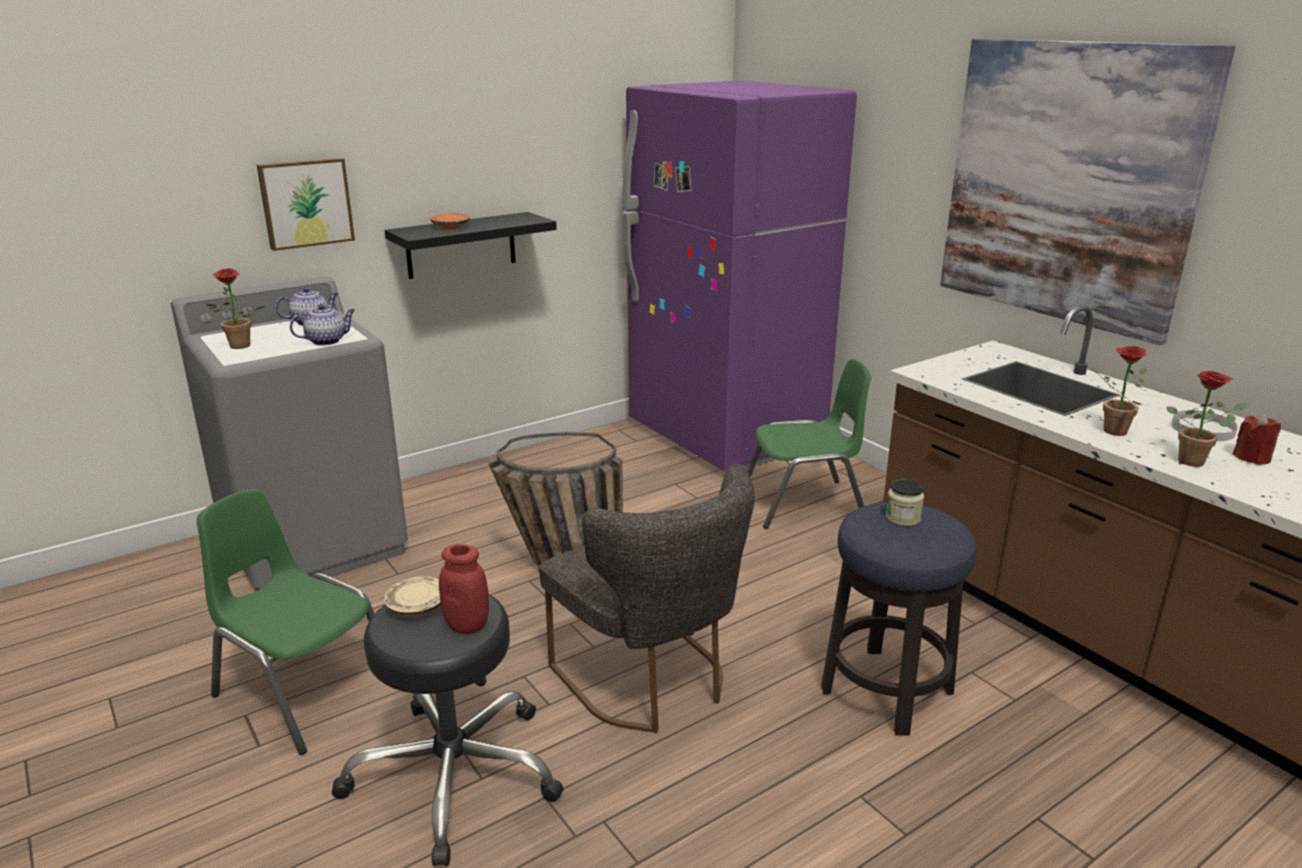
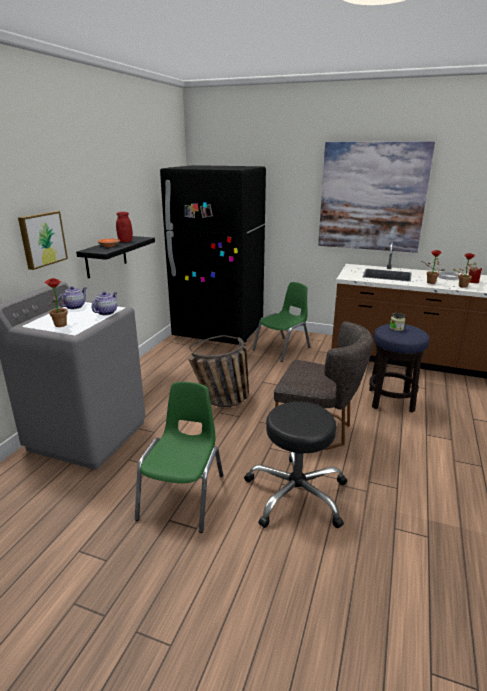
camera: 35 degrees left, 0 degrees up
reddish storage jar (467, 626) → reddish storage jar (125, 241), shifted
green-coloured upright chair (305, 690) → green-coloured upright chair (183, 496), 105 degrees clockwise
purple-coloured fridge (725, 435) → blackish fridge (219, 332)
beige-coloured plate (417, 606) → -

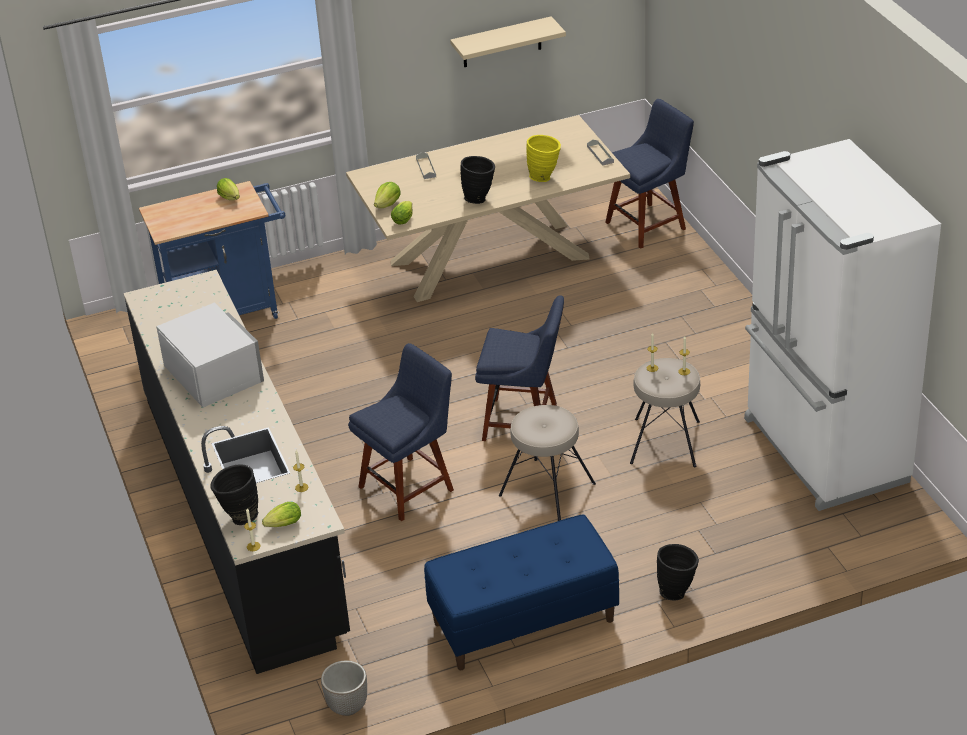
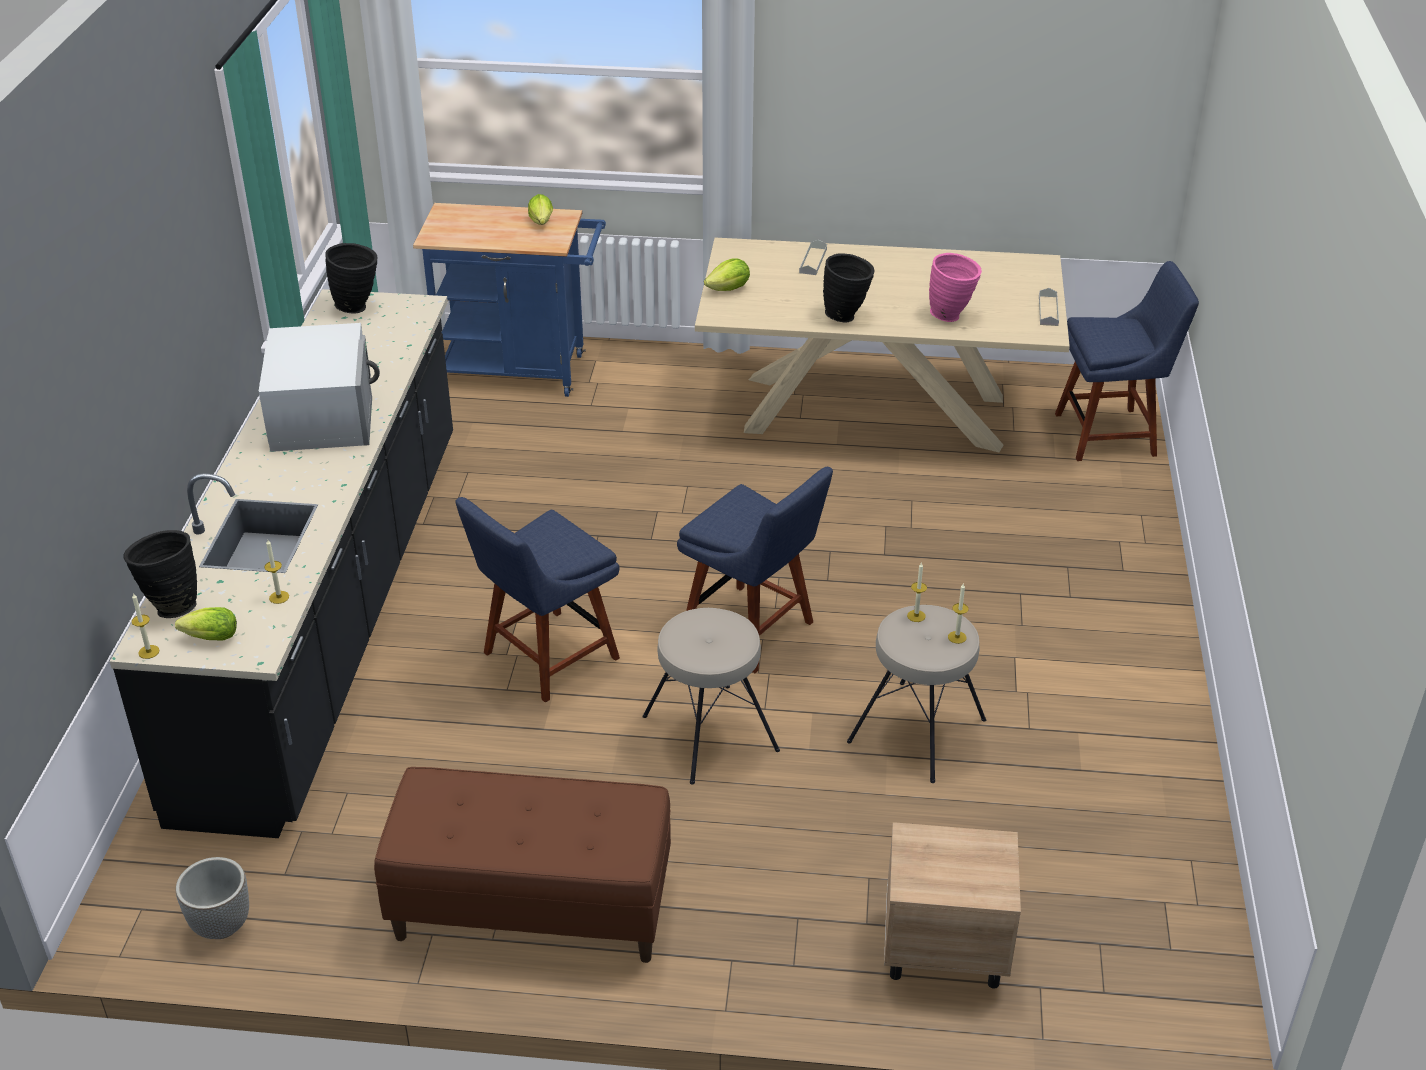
camera: 25 degrees right, 0 degrees up
blackish vase (677, 591) → blackish vase (358, 307), shifted
blue-coloured bench (523, 622) → brown bench (530, 908)
blue-coloured upright chair (410, 486) → blue-coloured upright chair (545, 658), 150 degrees clockwise
- → beige-coloured bedside table (942, 949)
yellowish vase (545, 177) → pink-coloured vase (952, 316)
lettuce head (404, 219) → -
beige-coloured shelf (501, 42) → -
white-coloured fridge (823, 452) → -

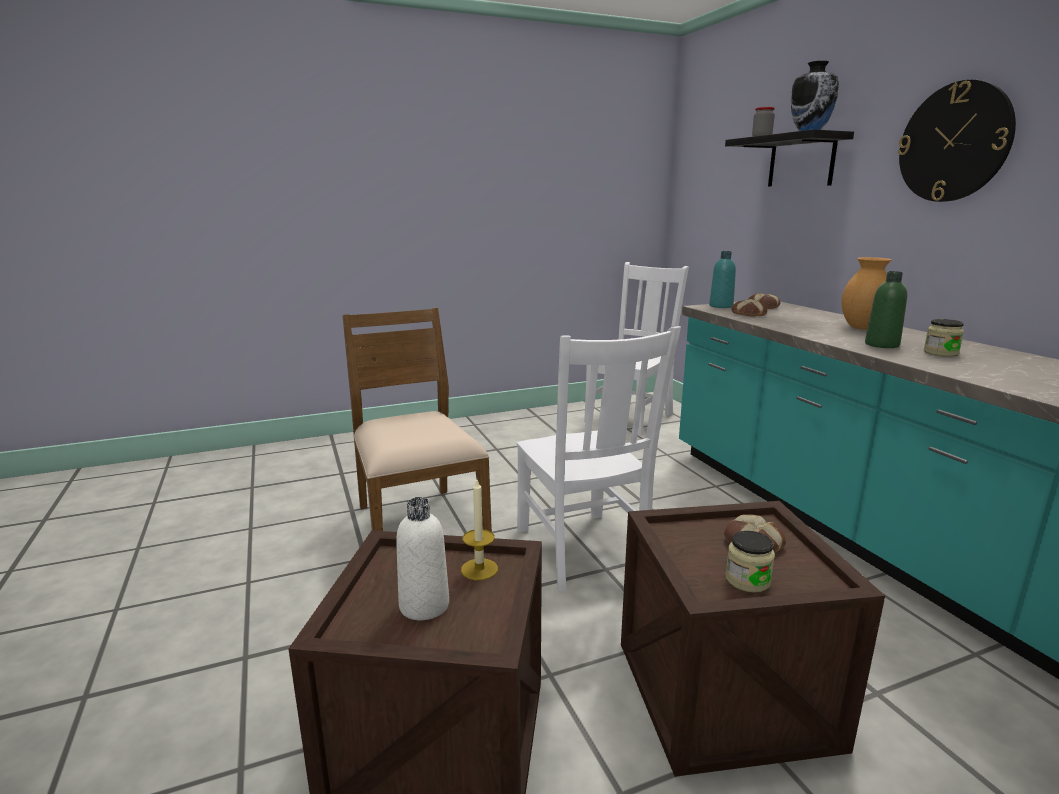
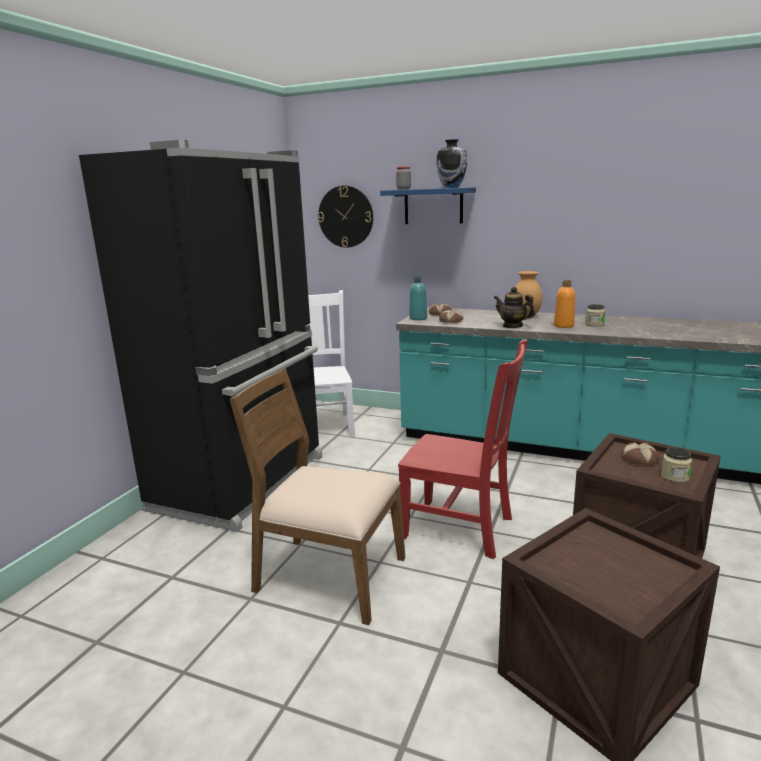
camera: 45 degrees left, 0 degrees up
- → blackish fridge (244, 482)
hanging clock (954, 142) → hanging clock (346, 216), shifted
blackish shelf (801, 161) → blue-coloured shelf (433, 206)
white-coloured upright chair (583, 551) → reddish upright chair (461, 528)
- → pot for tea (512, 326)
green-coloured drink bottle (881, 345) → orangey drink bottle (563, 326)
white-coloured drink bottle (424, 605) → -
wax light (479, 569) → -

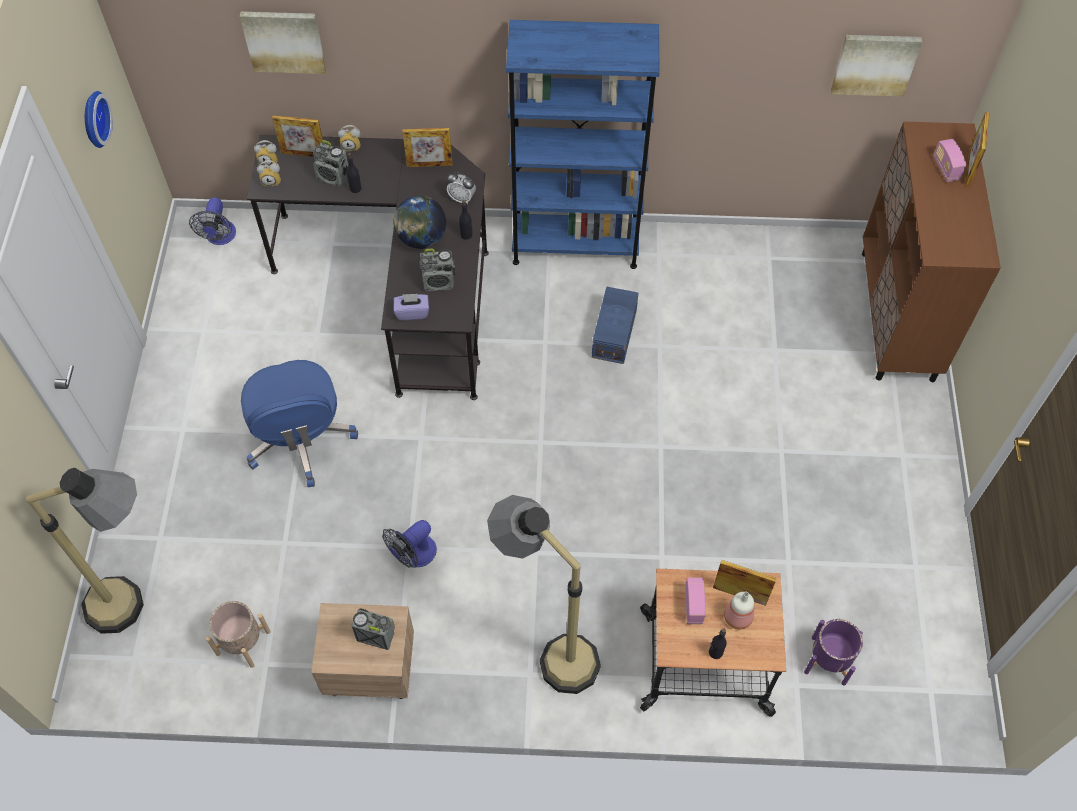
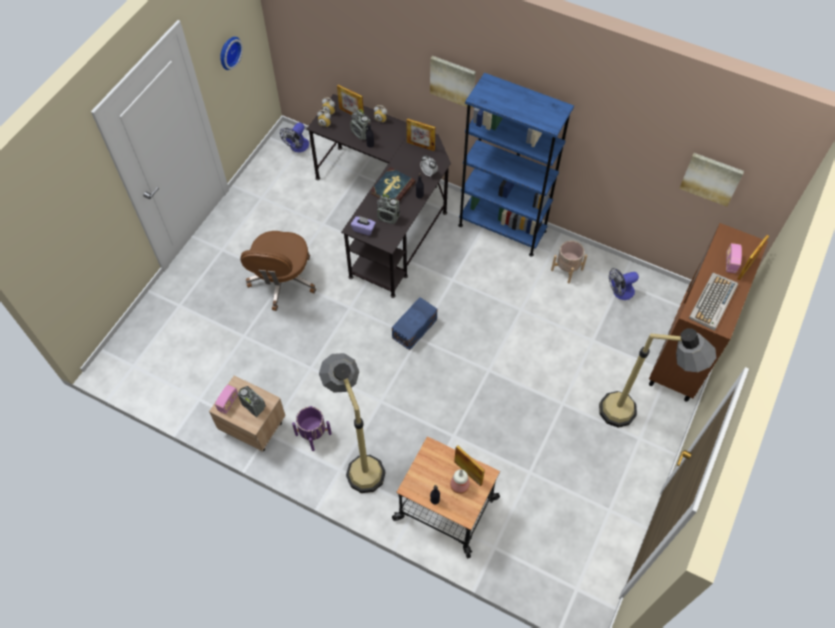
camera: 25 degrees right, 0 degrees up
radio (693, 606) → radio (228, 402), shifted
blue-coloured office chair (301, 439) → brown office chair (282, 281)
purple-coloured plant pot (828, 660) → purple-coloured plant pot (313, 434), shifted
globe (421, 238) → book (392, 188)
blue-coloured storage box (615, 333) → blue-coloured storage box (415, 329), shifted
picture (284, 41) → picture (453, 81), shifted
beige-coloured plant pot (243, 643) → beige-coloured plant pot (567, 270), shifted
floor lamp (141, 604) → floor lamp (634, 416), shifted
electric fan (413, 555) → electric fan (619, 292), shifted
- → computer keyboard (713, 302)

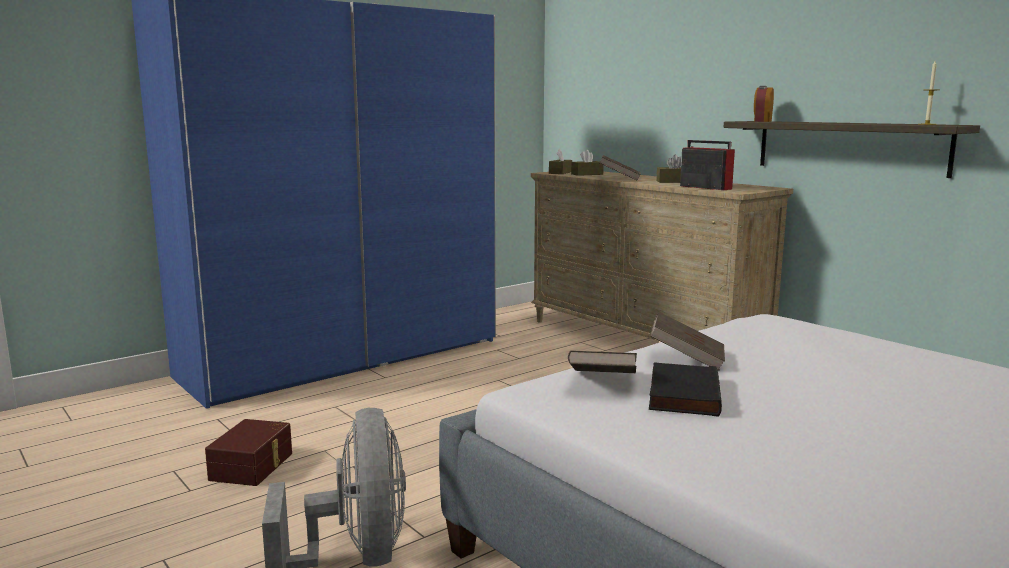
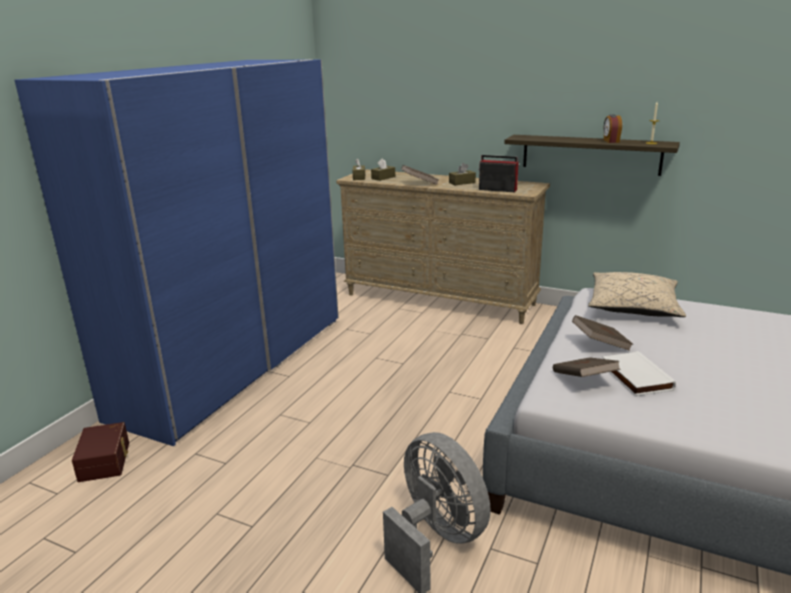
camera: 25 degrees left, 10 degrees up
brown storage box (253, 466) → brown storage box (106, 461), shifted
- → beige-coloured throw pillow (633, 307)
blackish book (681, 394) → white-coloured book (634, 377)
table clock (762, 121) → table clock (610, 141), shifted

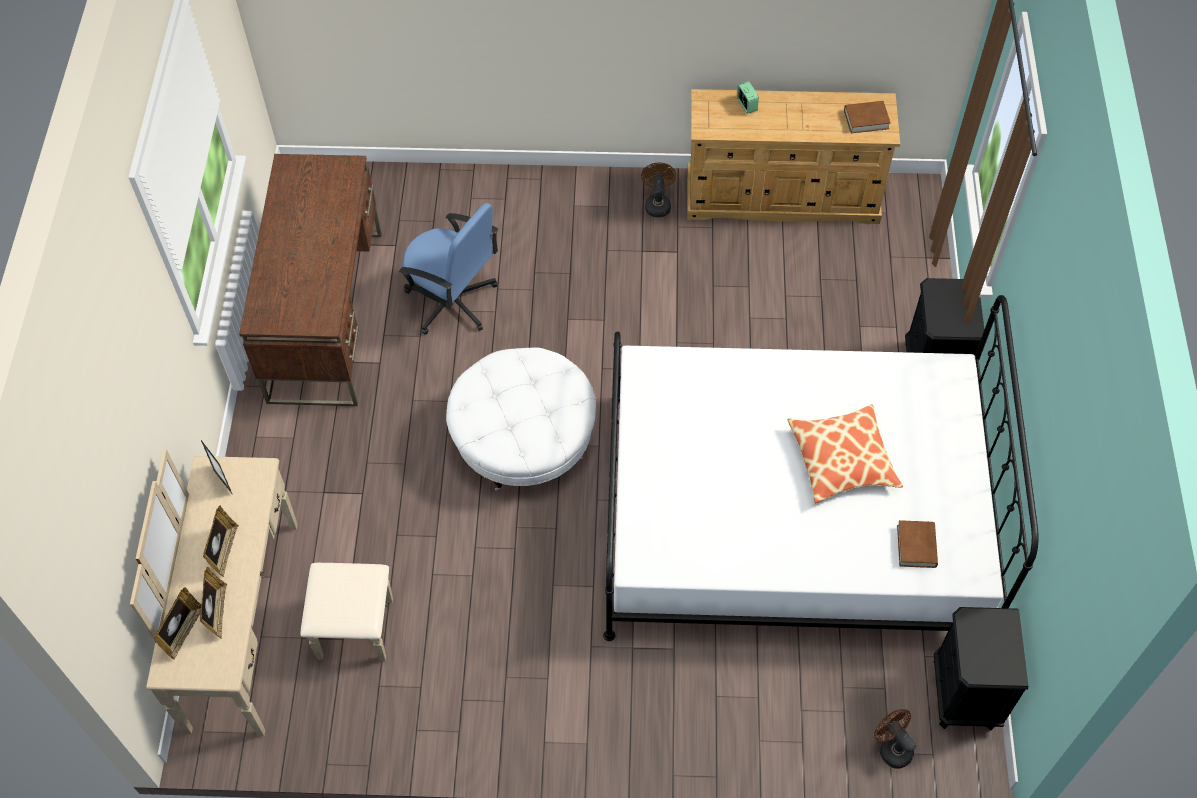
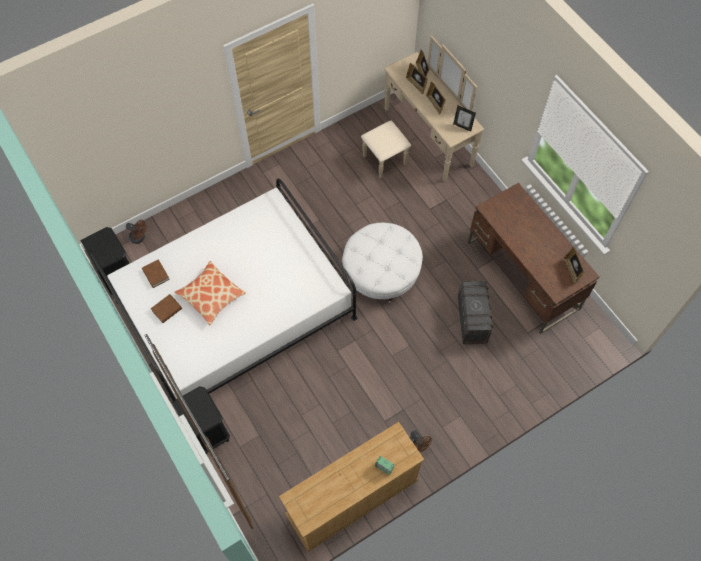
camera: 145 degrees right, 5 degrees up
brown book (866, 119) → brown book (167, 310), shifted
blue-coloured office chair (453, 302) → gray storage box (472, 319)
- → photo frame (571, 270)

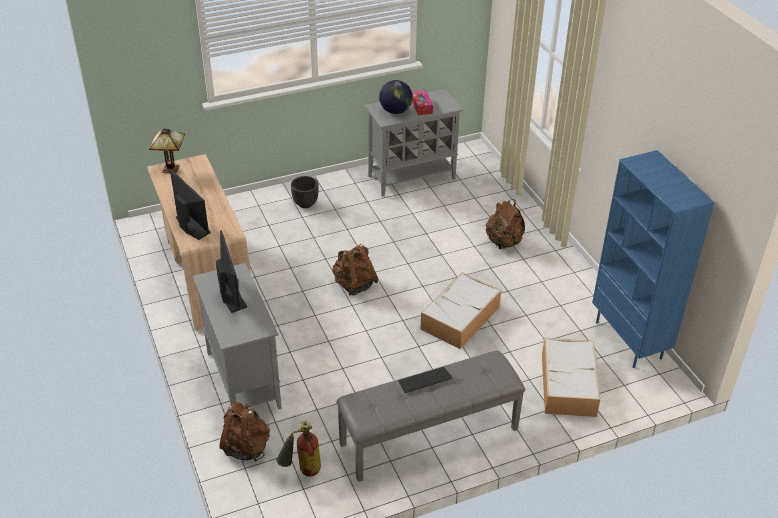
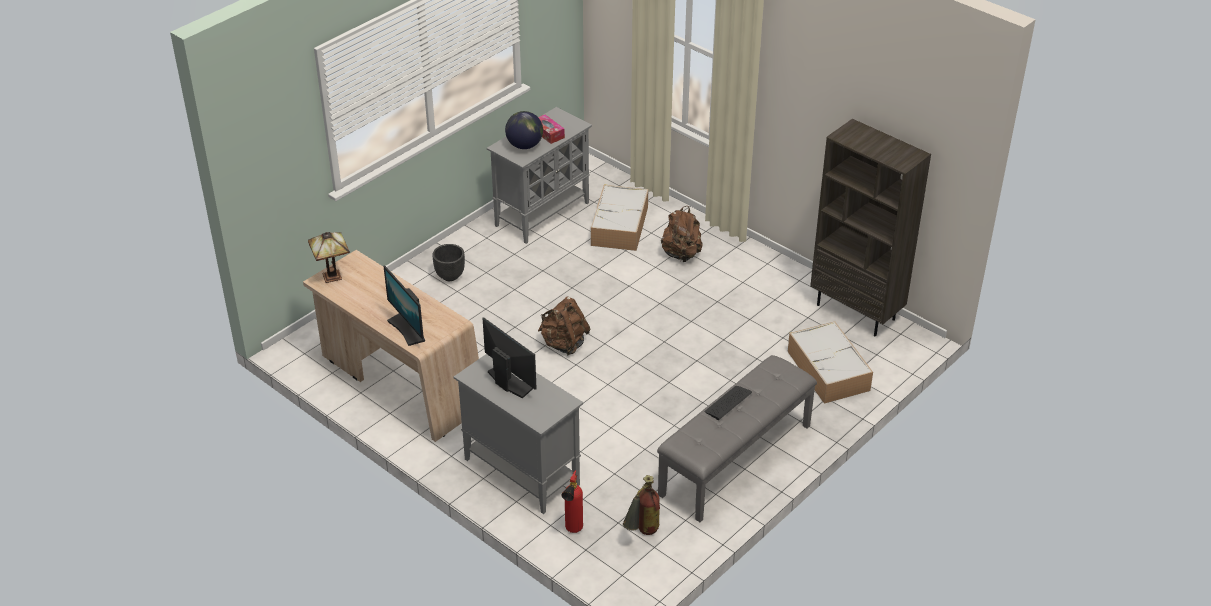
camera: 25 degrees left, 0 degrees up
computer display (191, 227) → computer display (407, 329), 150 degrees counterclockwise
brown backpack (246, 447) → fire extinguisher (572, 531)
storage box (460, 318) → storage box (620, 226), shifted
blue-coloured bookshelf (629, 340) → brown bookshelf (856, 312)

